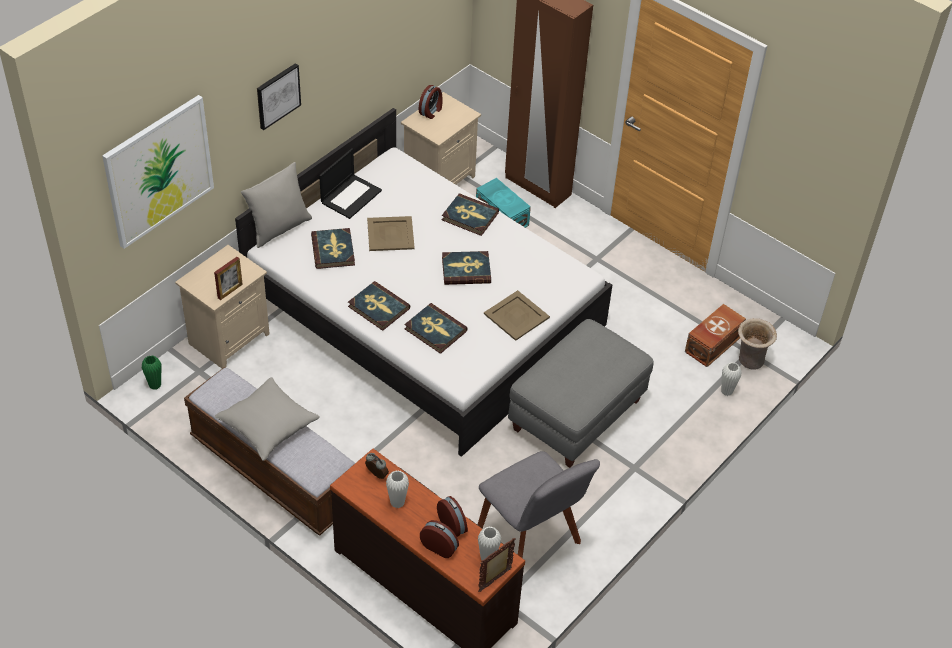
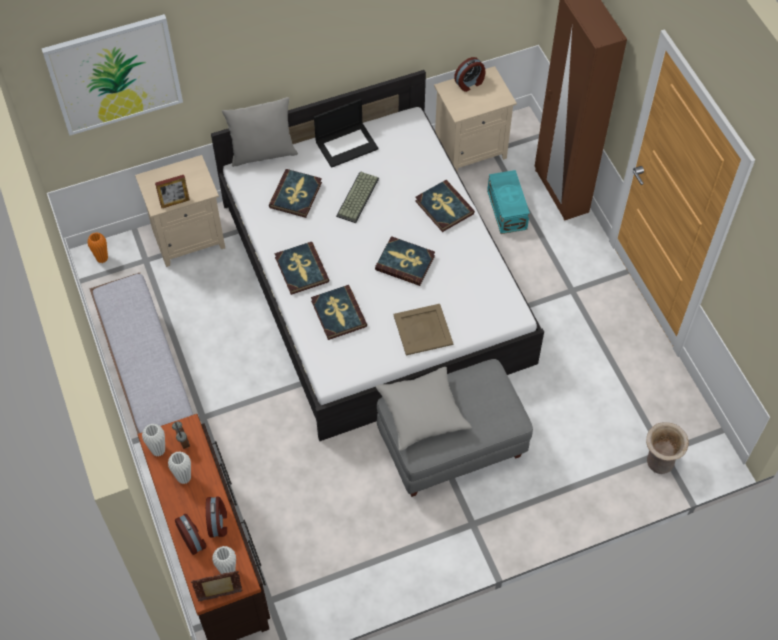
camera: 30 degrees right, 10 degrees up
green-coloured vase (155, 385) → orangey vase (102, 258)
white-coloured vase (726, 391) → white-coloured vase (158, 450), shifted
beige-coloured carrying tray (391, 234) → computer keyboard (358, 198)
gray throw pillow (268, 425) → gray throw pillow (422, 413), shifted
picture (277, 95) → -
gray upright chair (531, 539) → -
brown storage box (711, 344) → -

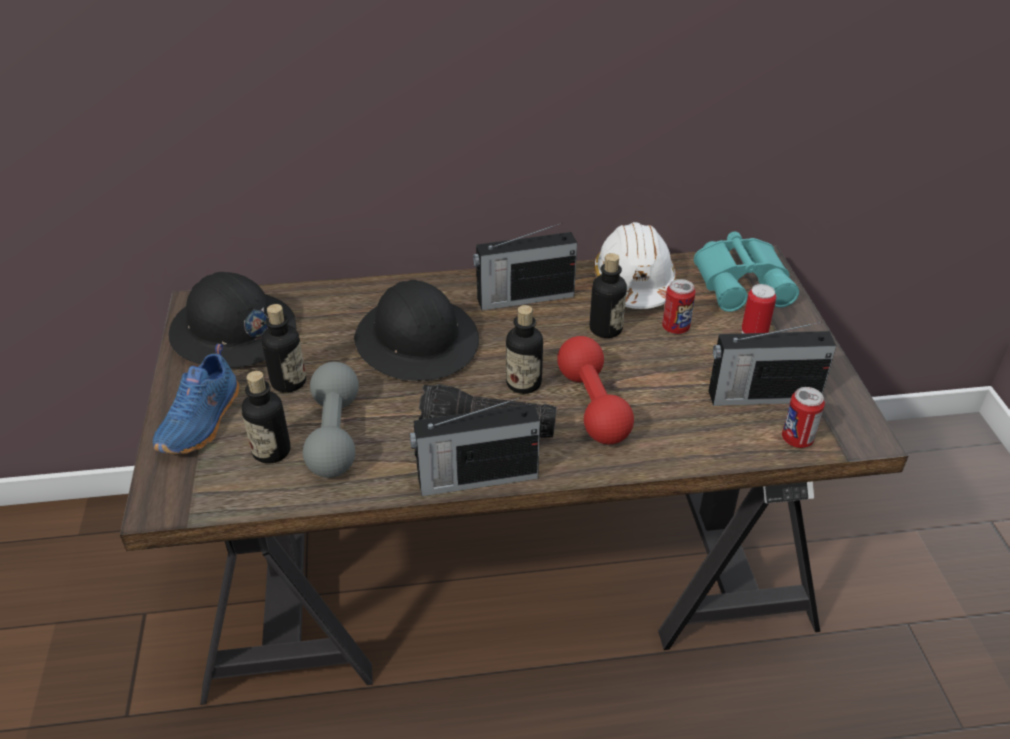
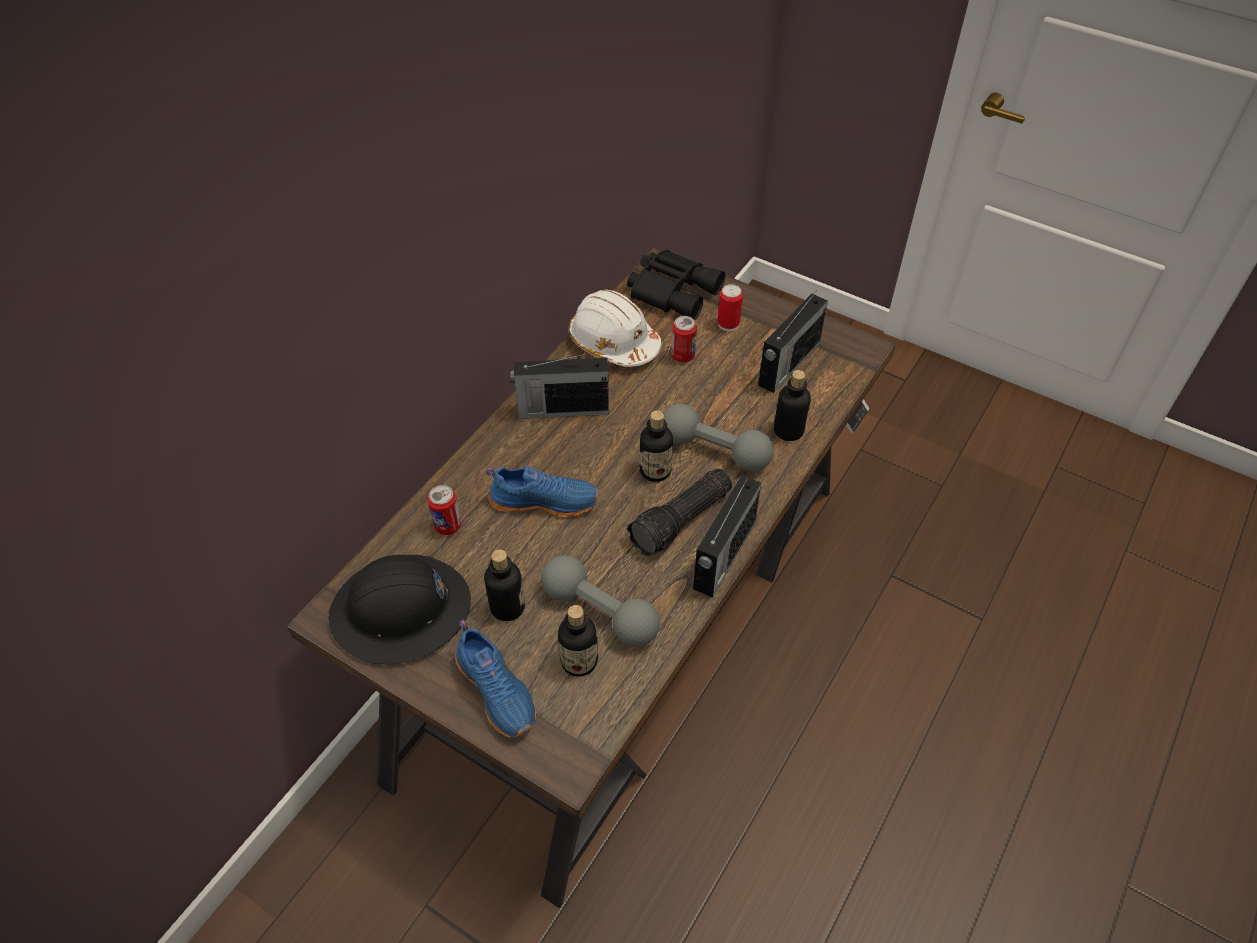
camera: 50 degrees left, 10 degrees up
sealed can (797, 439) → sealed can (448, 526), shifted
blackish hard hat (417, 341) → blue-coloured item of footwear (544, 500)
radio (523, 298) → radio (562, 409), 60 degrees clockwise
blue-green field glasses (743, 281) → blackish field glasses (673, 290)
reddish dumbbell (592, 405) → gray dumbbell (714, 450)
drink bottle (605, 329) → drink bottle (788, 430), shifted

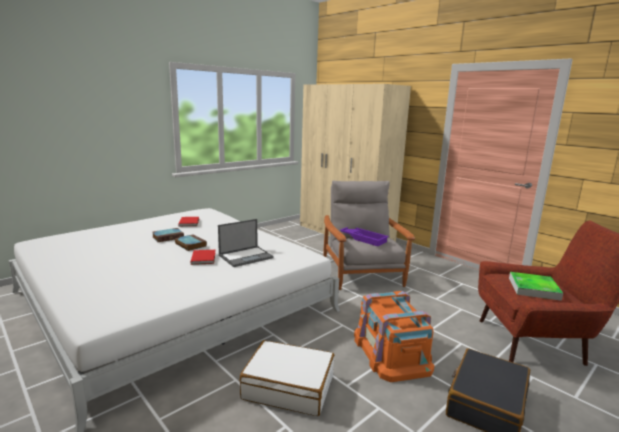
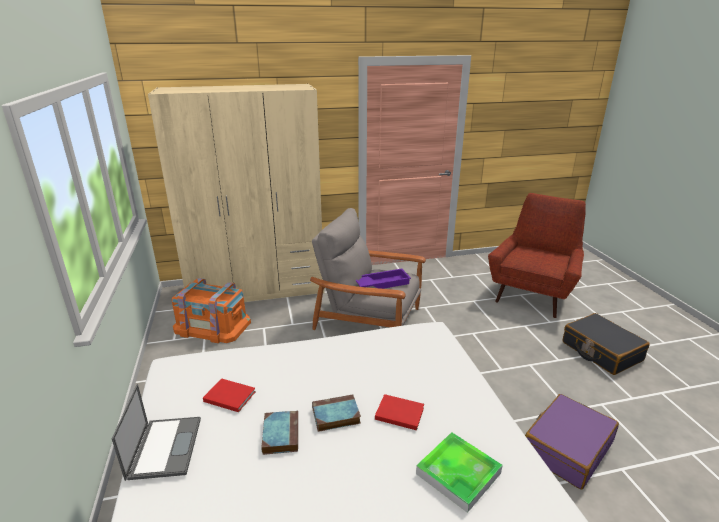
camera: 60 degrees left, 10 degrees up
laptop (246, 256) → laptop (165, 446), shifted
orangey storage box (391, 352) → orangey storage box (213, 326), shifted
carrying tray (533, 288) → carrying tray (458, 473), shifted
white-coloured piece of luggage (289, 387) → purple-coloured piece of luggage (566, 448)

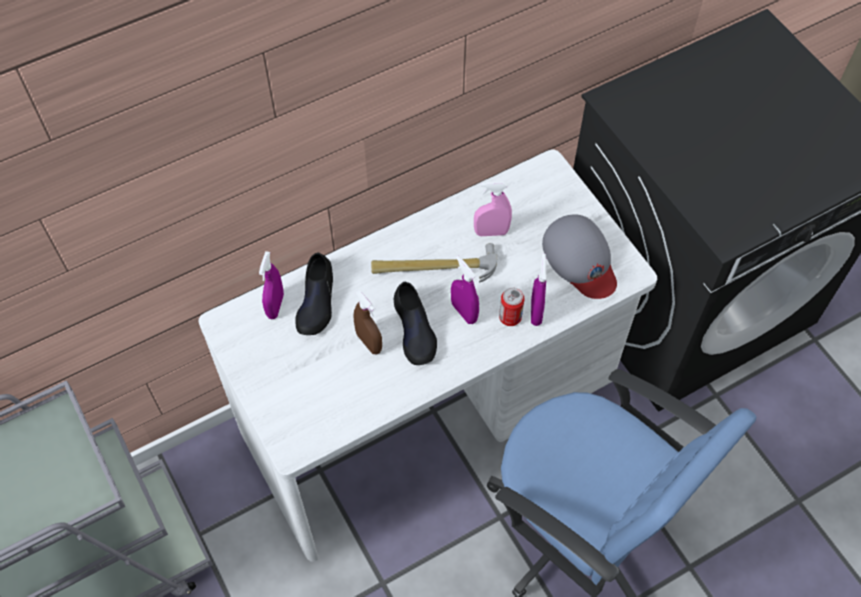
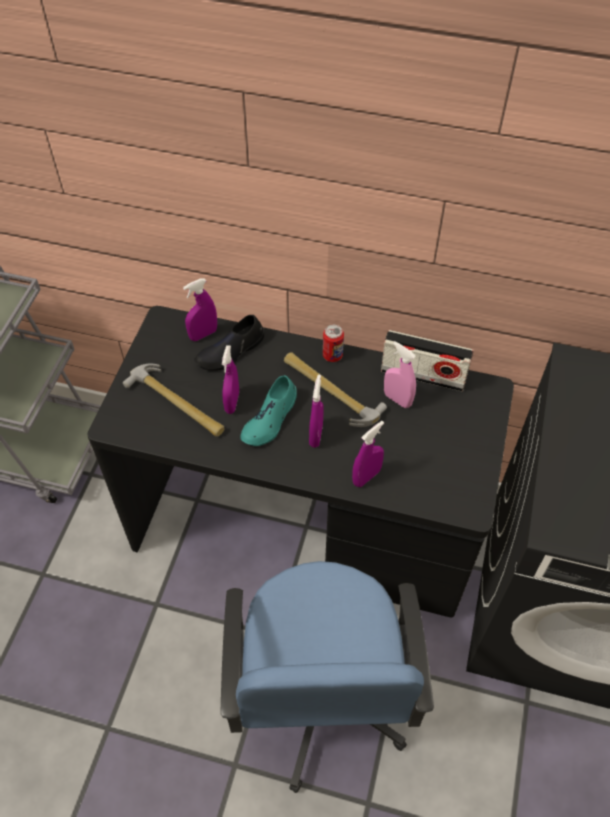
camera: 45 degrees right, 5 degrees down
white-coloured desk table (429, 408) → blackish desk table (305, 523)
- → hammer (177, 403)
brown spray bottle (369, 342) → purple-coloured spray bottle (232, 402)
blackish item of footwear (414, 330) → blue-green item of footwear (270, 419)
sealed can (510, 317) → sealed can (332, 355), shifted
- → radio (423, 375)
gray cap (580, 259) → -

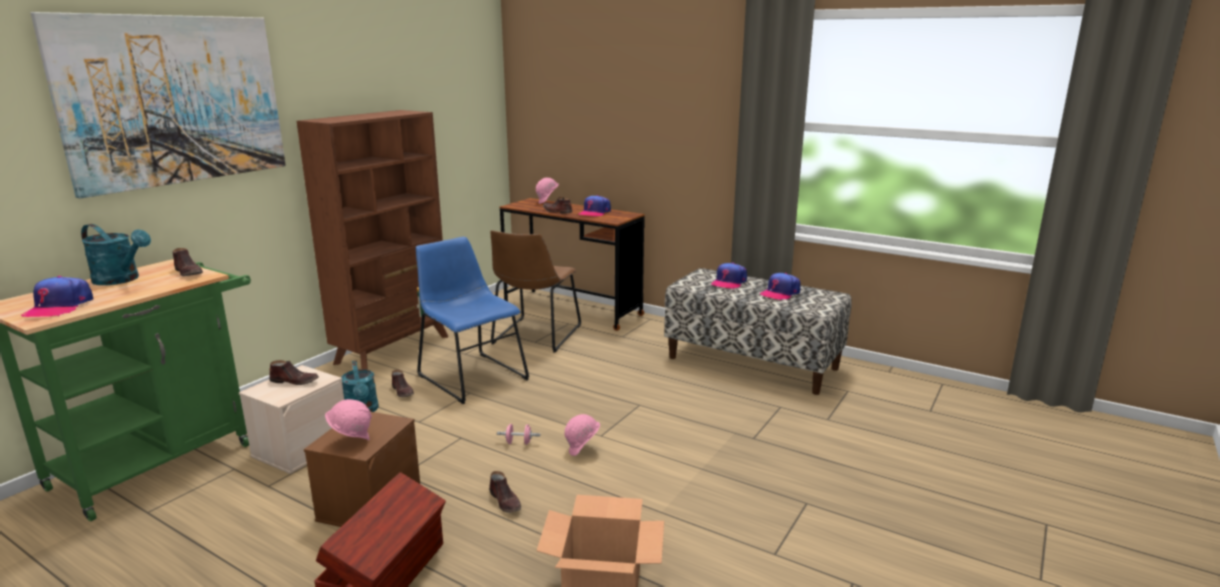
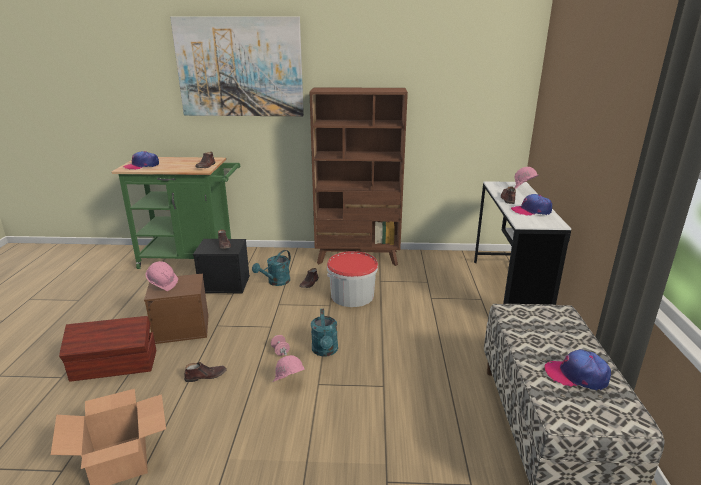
camera: 60 degrees right, 5 degrees up
brown item of footwear (505, 501) → brown item of footwear (206, 376), 135 degrees counterclockwise
beige-coloured storage box (301, 447) → blackish storage box (225, 284)
blue-green sprinkling can (121, 280) → blue-green sprinkling can (325, 351), shifted
blue-coloured upright chair (470, 375) → bucket (352, 295)
brown desk table (572, 309) → white-coloured desk table (508, 290)
brown upright chair (535, 336) → -
cap (729, 282) → -

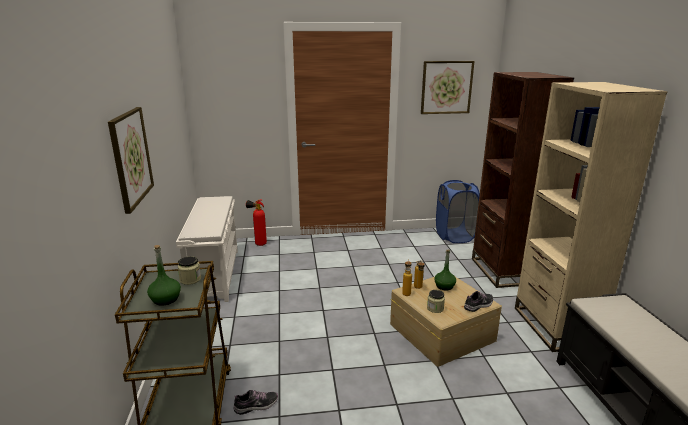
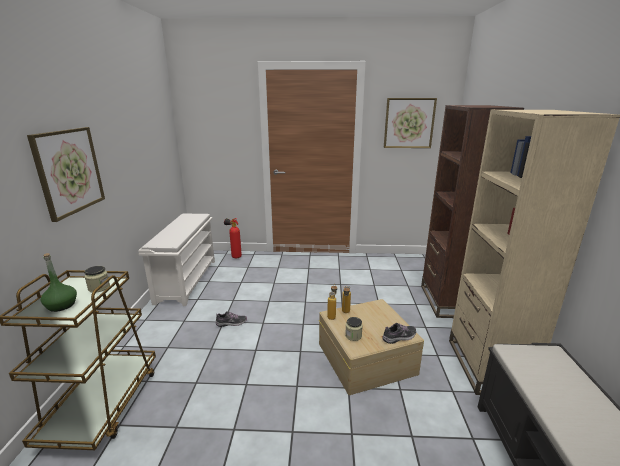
camera: 10 degrees right, 0 degrees up
item of footwear (256, 405) → item of footwear (231, 323), shifted
green-coloured drink bottle (444, 286) → -
blue-coloured laundry basket (454, 236) → -

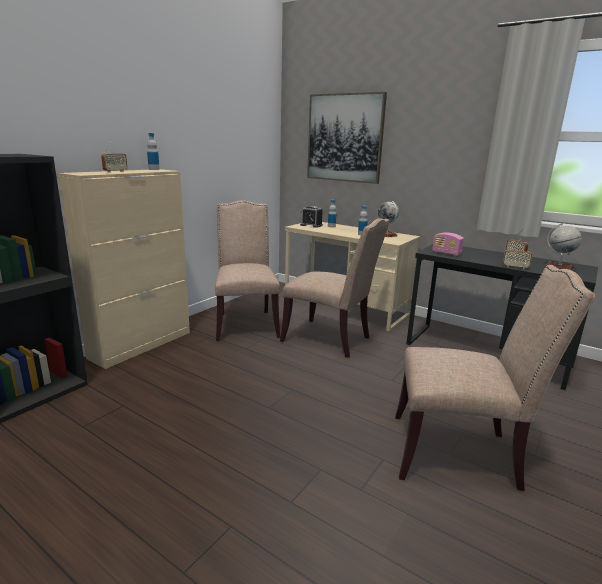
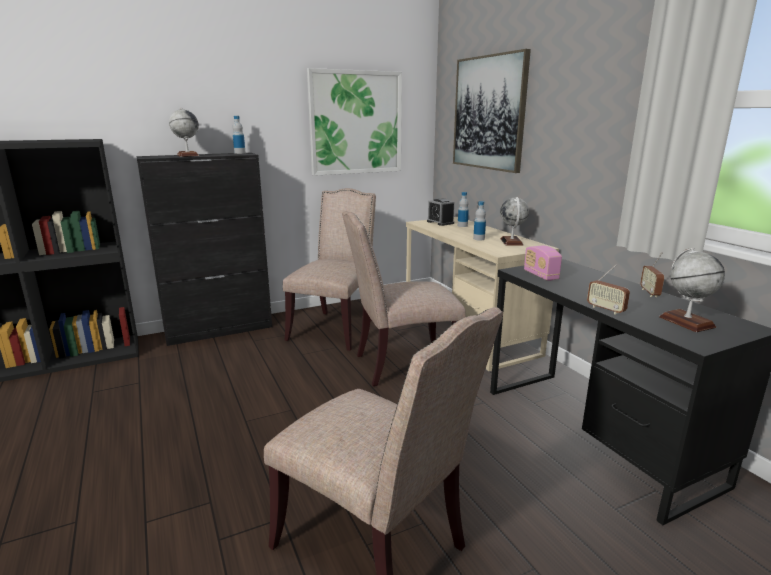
camera: 30 degrees right, 0 degrees up
beige-coloured cupboard (142, 344) → blackish cupboard (220, 330)
radio (115, 172) → globe (187, 155)
- → picture (356, 123)
beige-coloured upright chair (330, 339) → beige-coloured upright chair (402, 365), 105 degrees clockwise

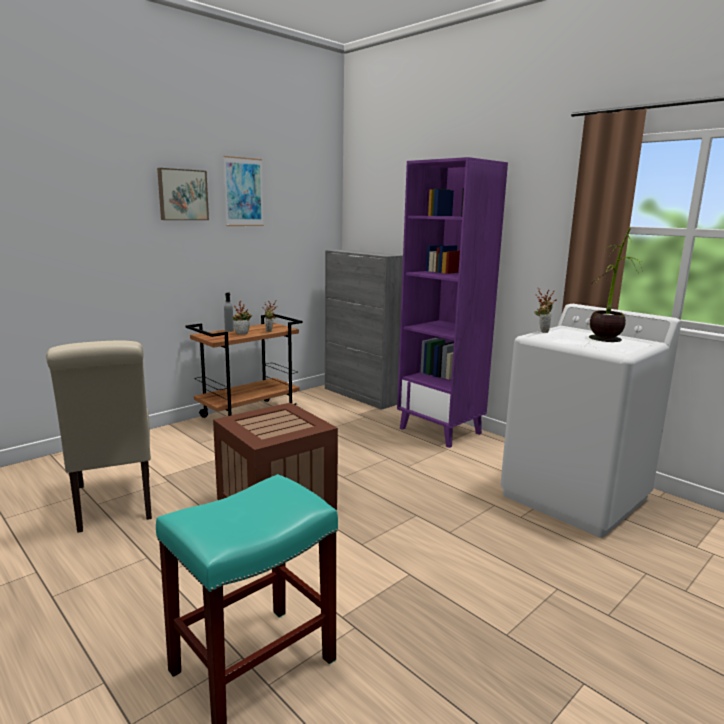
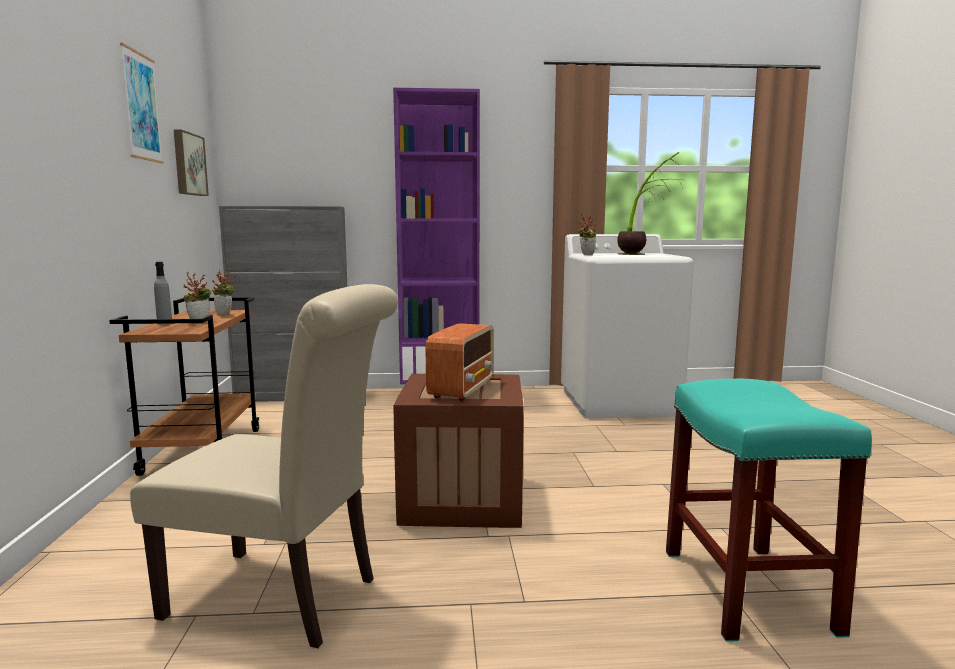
camera: 50 degrees left, 5 degrees down
picture (182, 195) → picture (188, 164), shifted
- → radio (462, 388)

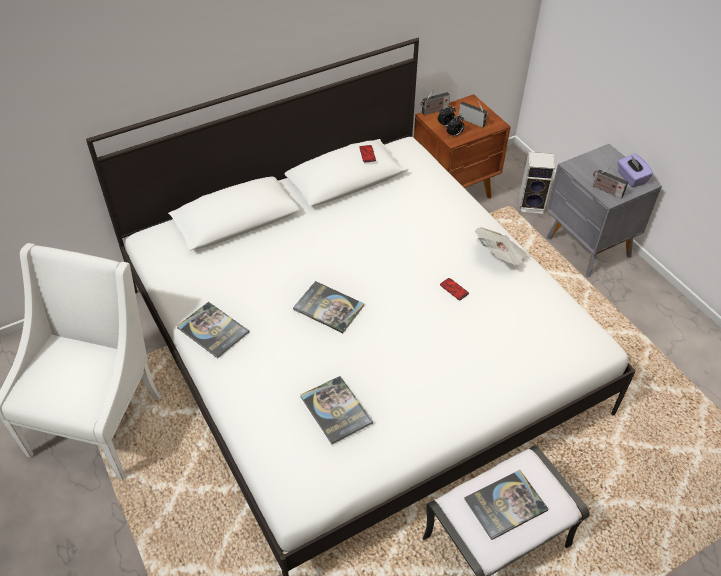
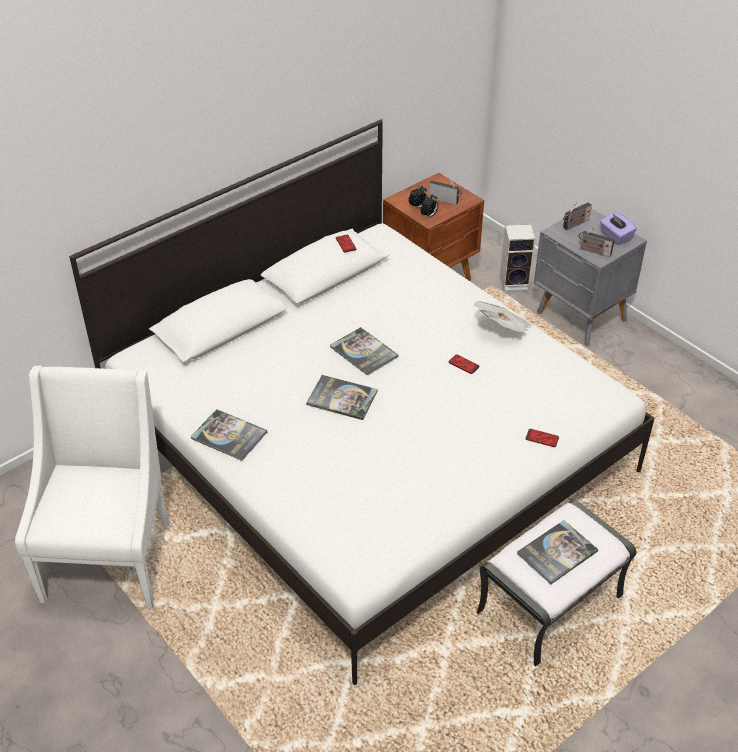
camera: 10 degrees left, 5 degrees down
book (336, 410) → book (364, 352), shifted
- → phone (542, 438)
radio (434, 111) → radio (575, 224), shifted

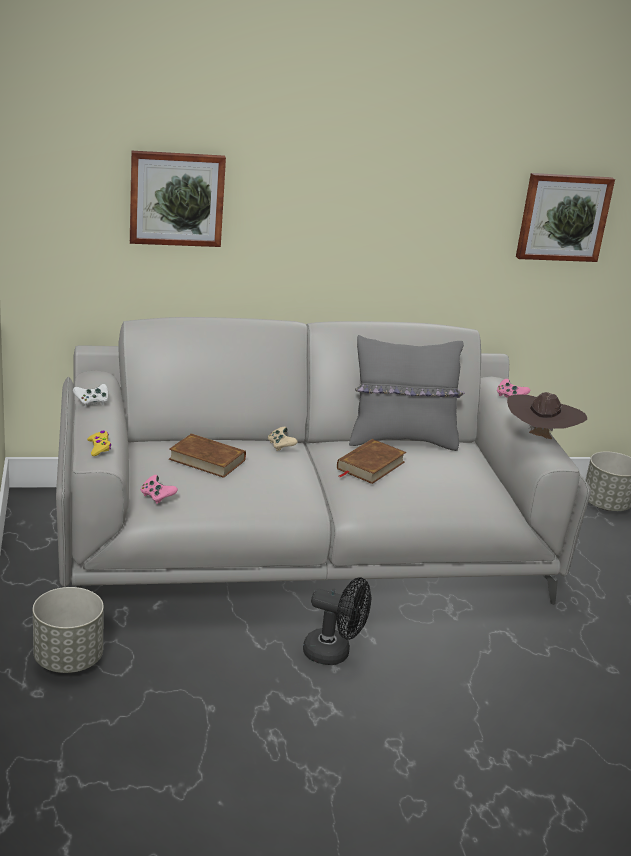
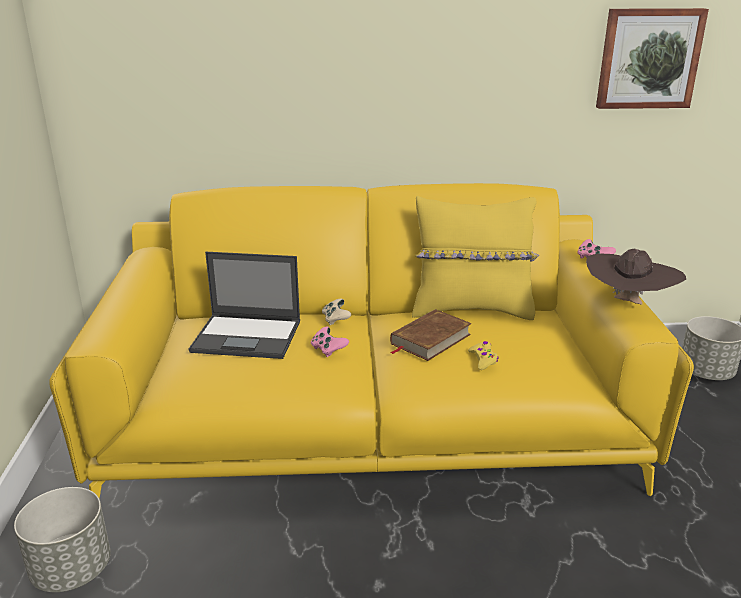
camera: 10 degrees right, 0 degrees up
gray sofa (304, 548) → yellowish sofa (372, 426)
brown book (207, 459) → laptop (248, 336)
pink-coloured joypad (157, 497) → pink-coloured joypad (328, 350), shifted
gray throw pillow (401, 440) → yellowish throw pillow (471, 310)
yellowish joypad (99, 447) → yellowish joypad (483, 360), shifted
white-coloured joypad (92, 402) → -
picture (176, 198) → -
blackish electric fan (334, 653) → -

